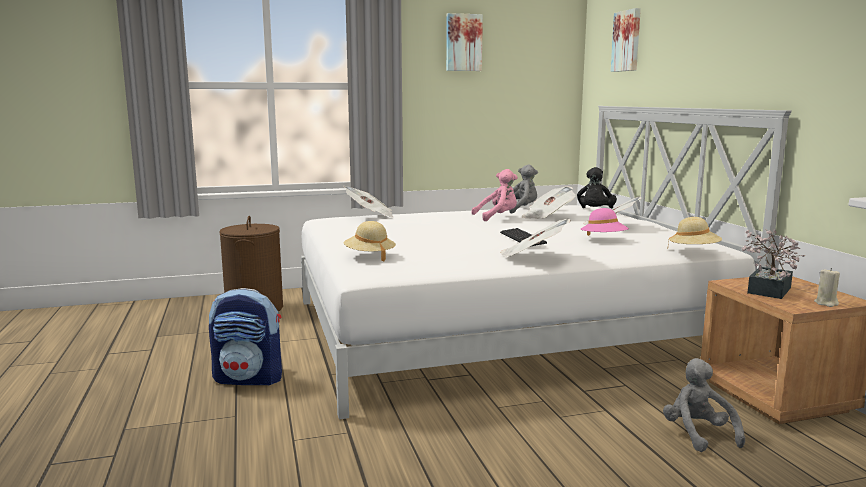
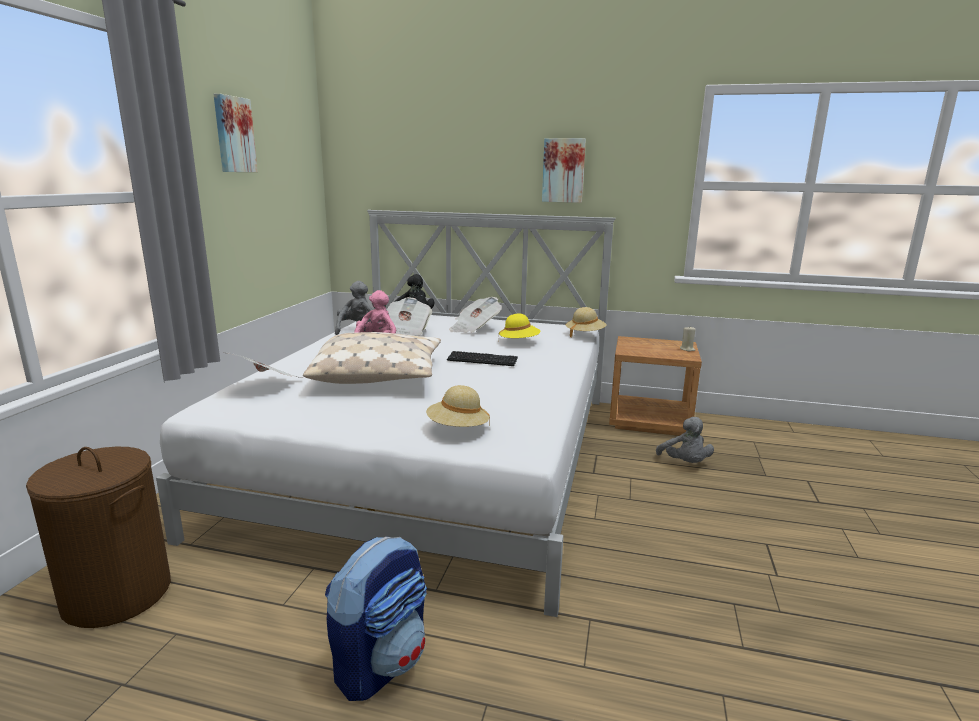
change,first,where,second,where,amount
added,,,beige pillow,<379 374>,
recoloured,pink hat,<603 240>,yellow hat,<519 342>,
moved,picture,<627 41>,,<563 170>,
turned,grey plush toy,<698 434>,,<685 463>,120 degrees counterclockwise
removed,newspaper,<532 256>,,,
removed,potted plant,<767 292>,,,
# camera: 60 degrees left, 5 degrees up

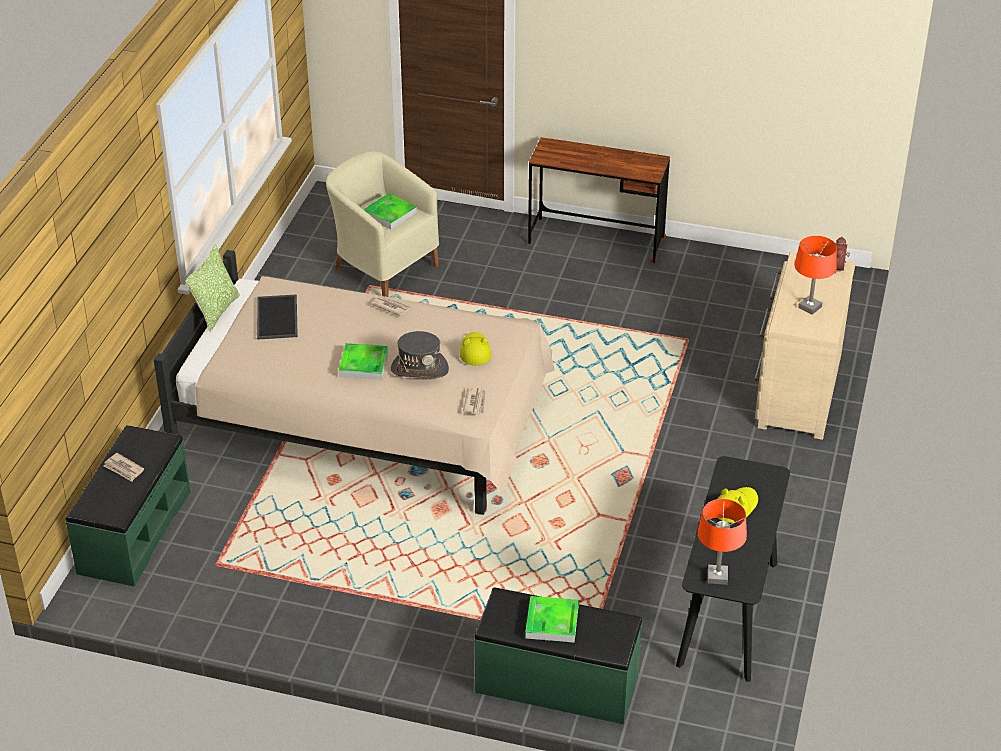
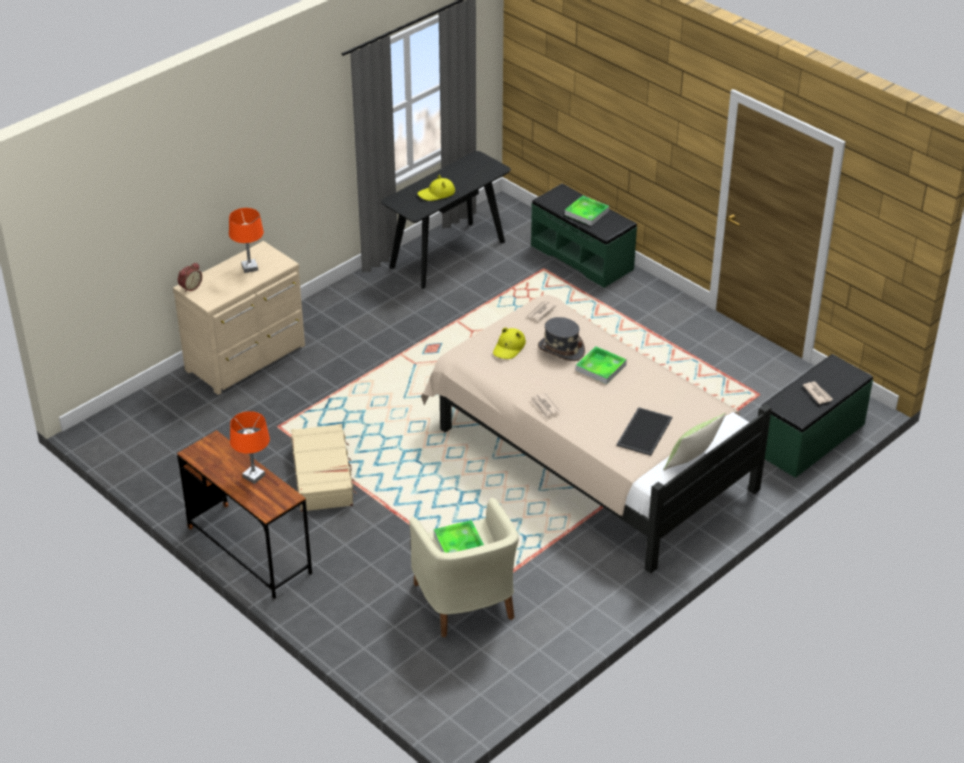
change,first,where,second,where,amount
moved,orange table lamp,<717 577>,,<254 476>,
added,,,beige suitcase,<323 476>,
# camera: 150 degrees left, 0 degrees up

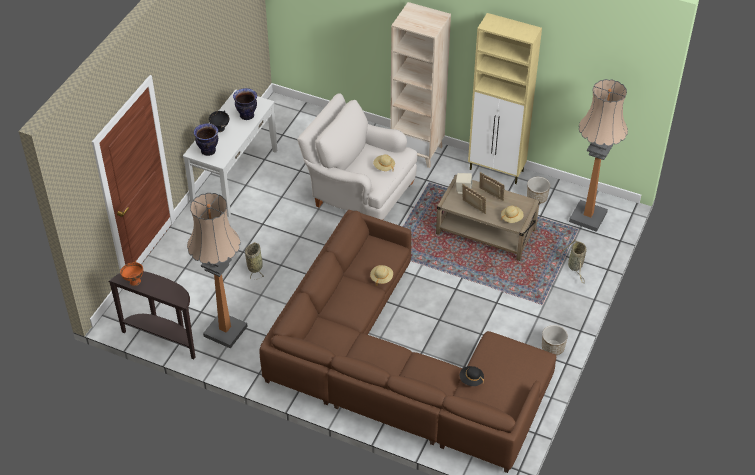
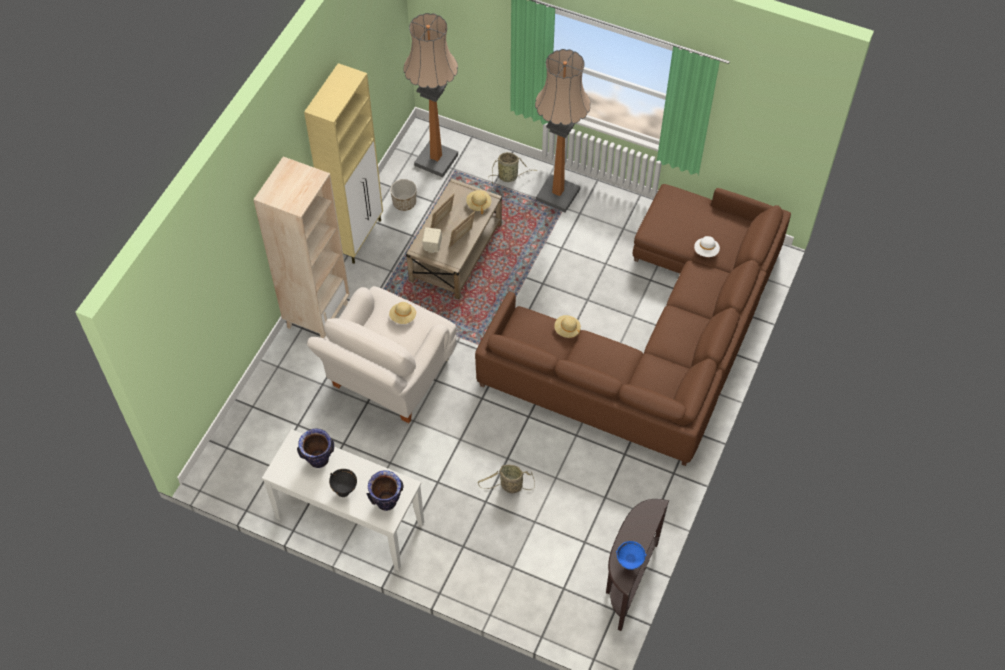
change,first,where,second,where,amount
moved,floor lamp,<225 331>,,<558 195>,
recoloured,orange bowl,<134 282>,blue bowl,<630 563>,
recoloured,black hat,<471 380>,white hat,<706 251>,
removed,planter,<552 348>,,,
# camera: 90 degrees left, 10 degrees up

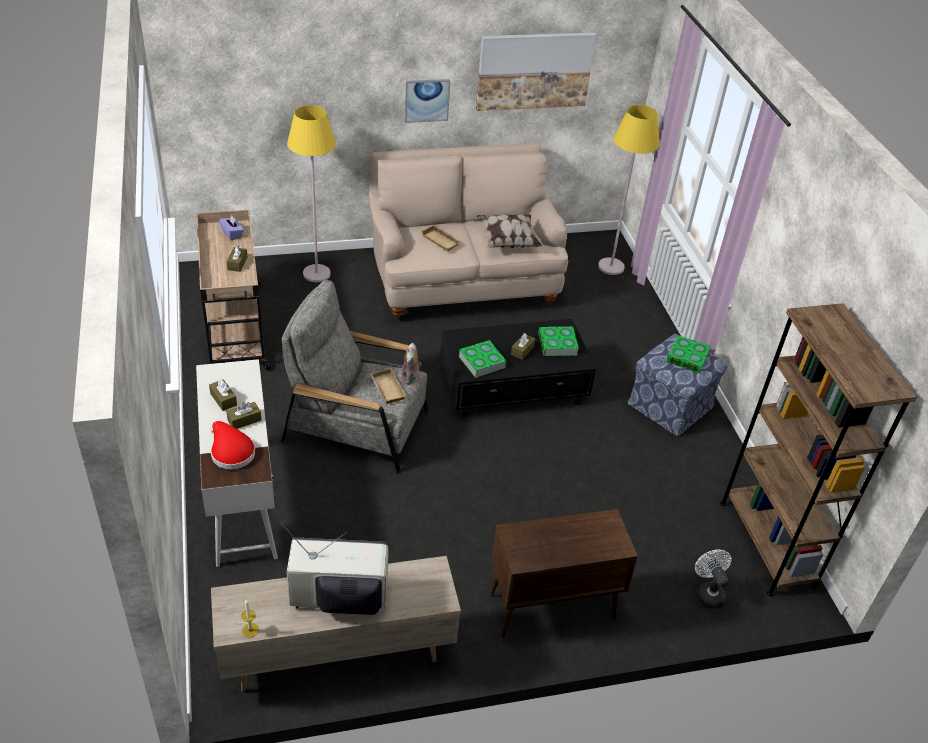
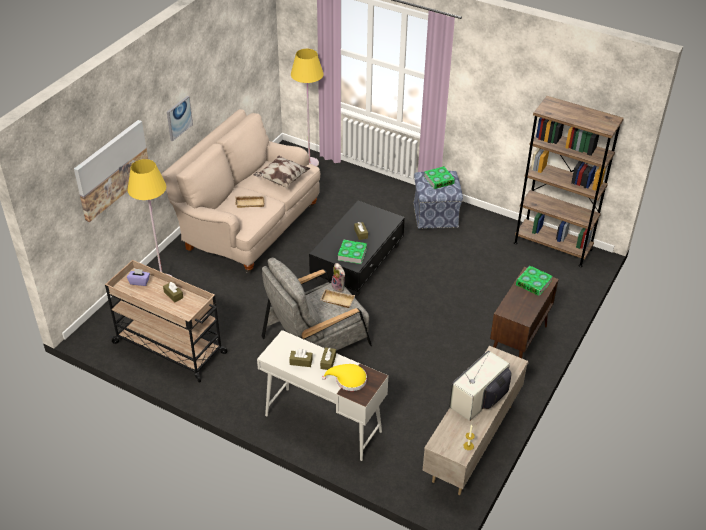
change,first,where,second,where,amount
moved,picture,<534 70>,,<112 169>,
recoloured,red hat,<231 452>,yellow hat,<348 380>,
moved,book,<557 344>,,<533 283>,
removed,white fan,<708 592>,,,
# camera: 45 degrees left, 0 degrees up

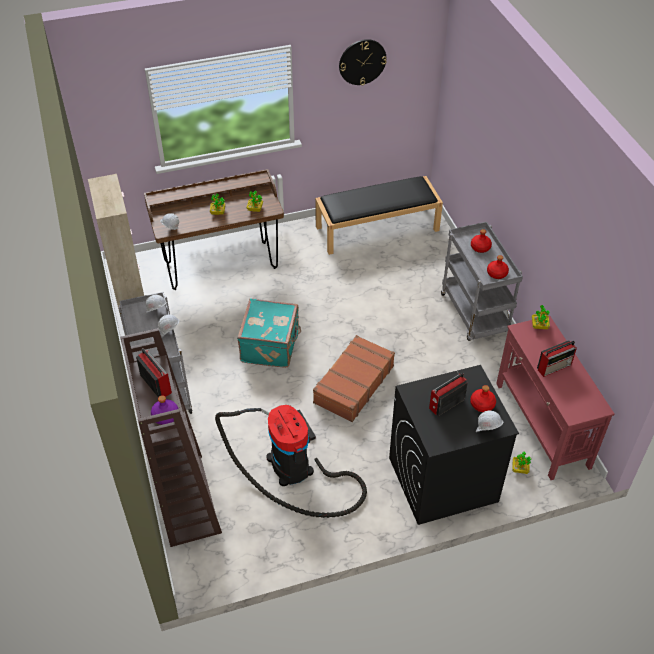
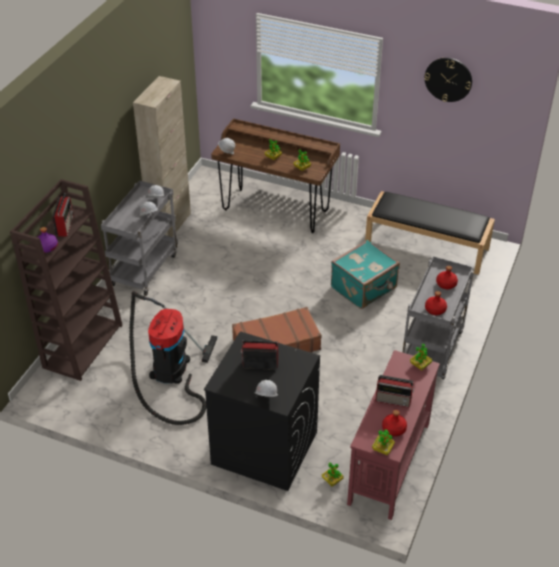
change,first,where,second,where,amount
moved,turquoise suitcase,<271 346>,,<364 288>,
added,,,potted plant,<383 449>,
moved,red bottle,<482 404>,,<394 429>,
# camera: 40 degrees right, 5 degrees down

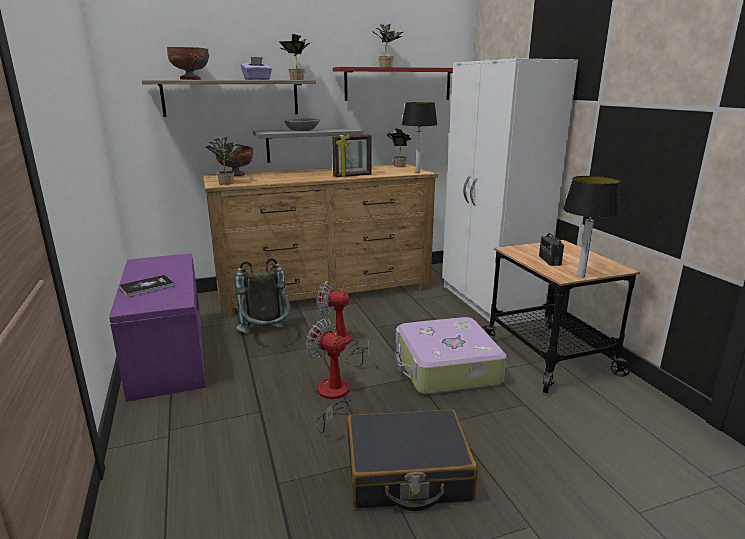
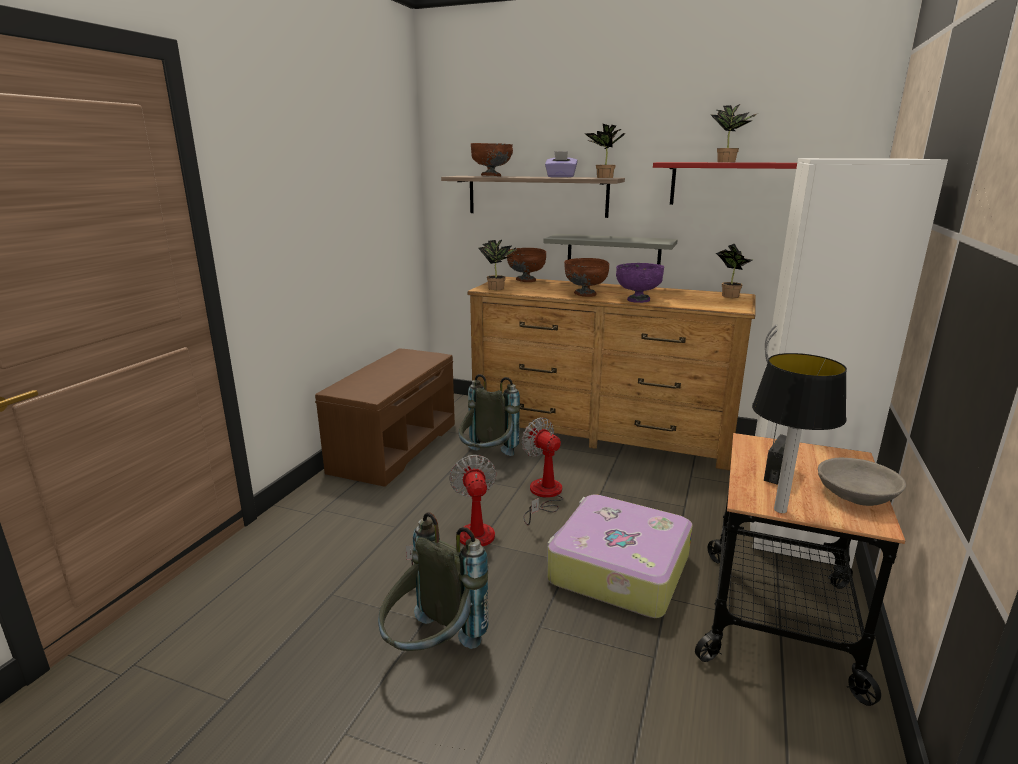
change,first,where,second,where,amount
recoloured,purple bench,<167 354>,brown bench,<394 446>,
replaced,black suitcase,<407 473>,grey backpack,<432 650>,
added,,,brown bowl,<585 294>,
replaced,picture frame,<352 176>,purple bowl,<638 300>,
moved,grey bowl,<302 130>,,<856 495>,
removed,book,<147 287>,,,
removed,table lamp,<417 172>,,,
# camera: 40 degrees right, 0 degrees up

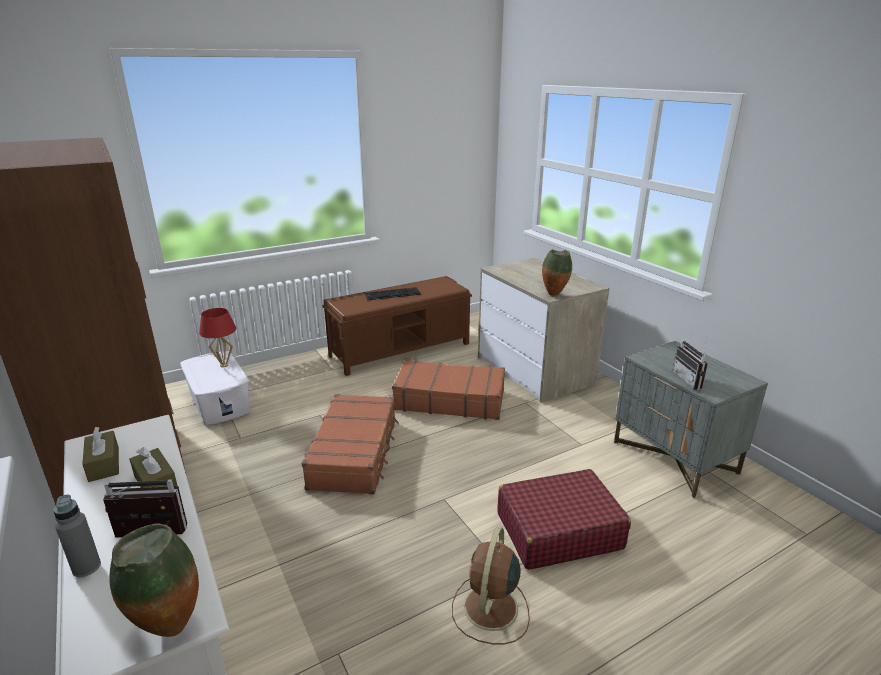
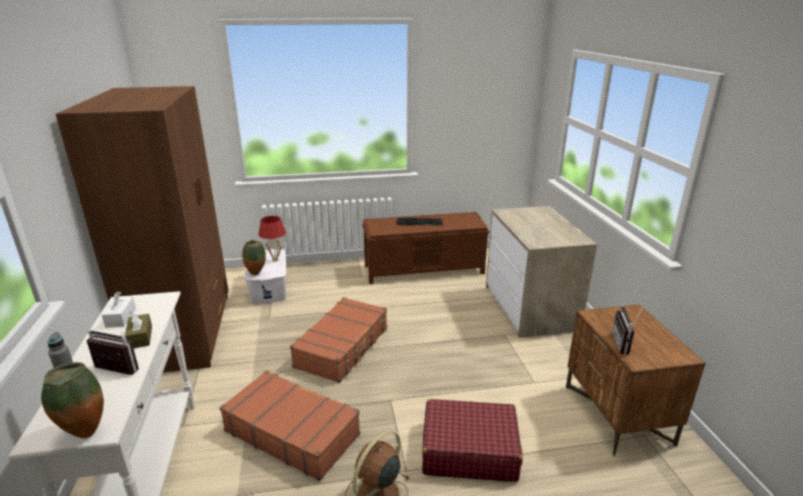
change,first,where,second,where,amount
recoloured,brown tissue box,<104 464>,white tissue box,<121 317>,
moved,brown suitcase,<449 400>,,<292 432>,
moved,vase,<554 294>,,<256 274>,
recoloured,grey nightstand,<675 458>,brown nightstand,<618 415>,
# camera: 20 degrees right, 0 degrees up

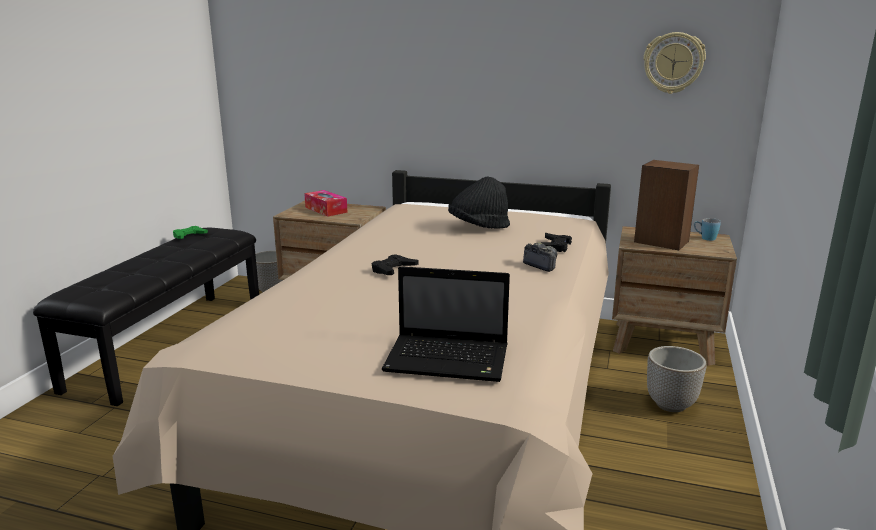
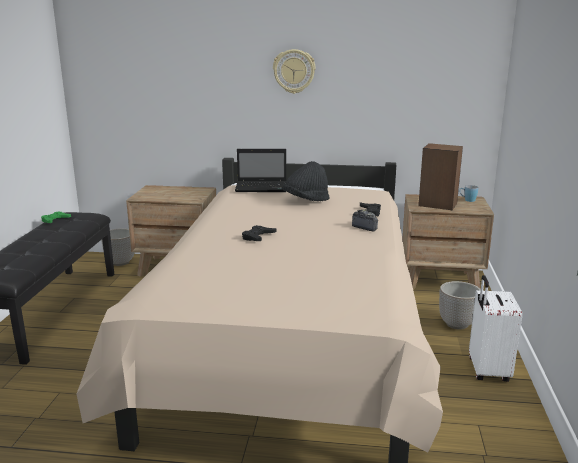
change,first,where,second,where,amount
moved,laptop,<450 360>,,<262 188>,
moved,wall clock,<673 63>,,<294 71>,
added,,,white suitcase,<487 370>,
removed,tissue box,<326 210>,,,
# camera: 10 degrees left, 0 degrees up

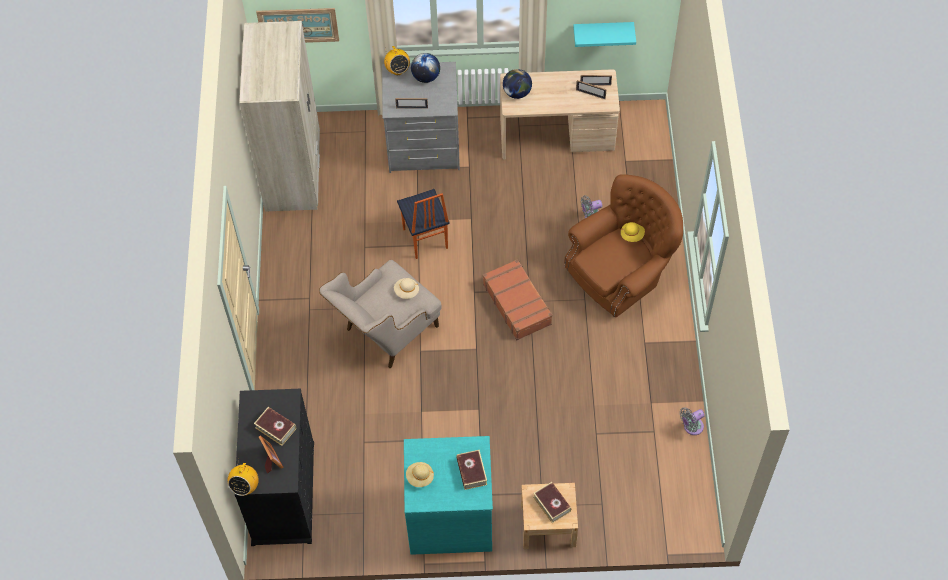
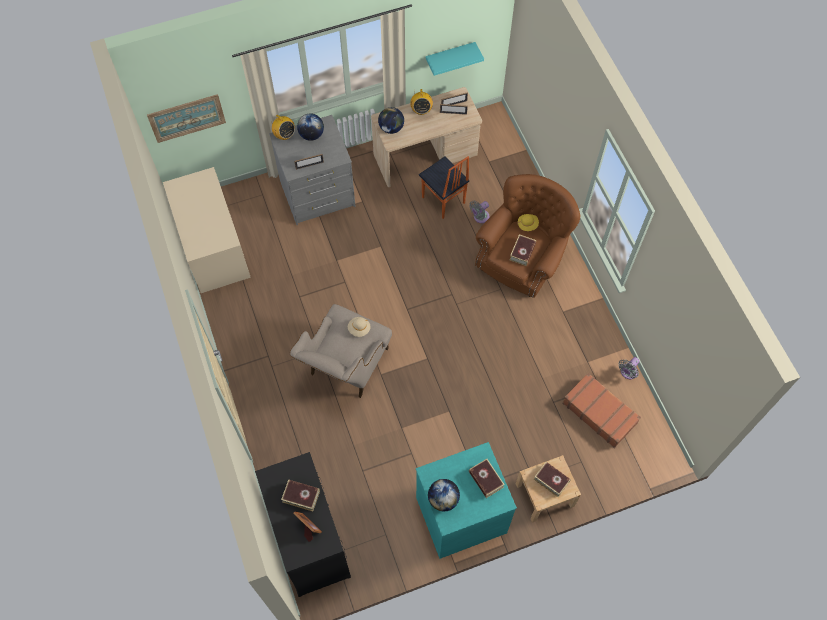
change,first,where,second,where,amount
replaced,beige wardrobe,<293 171>,beige desk,<213 246>,
moved,radio,<245 486>,,<421 110>,
moved,chair,<424 239>,,<443 201>,
replaced,beige hat,<420 477>,globe,<443 499>,
added,,,book,<522 252>,
moved,brown suitcase,<517 304>,,<599 412>,
# camera: 20 degrees left, 5 degrees up

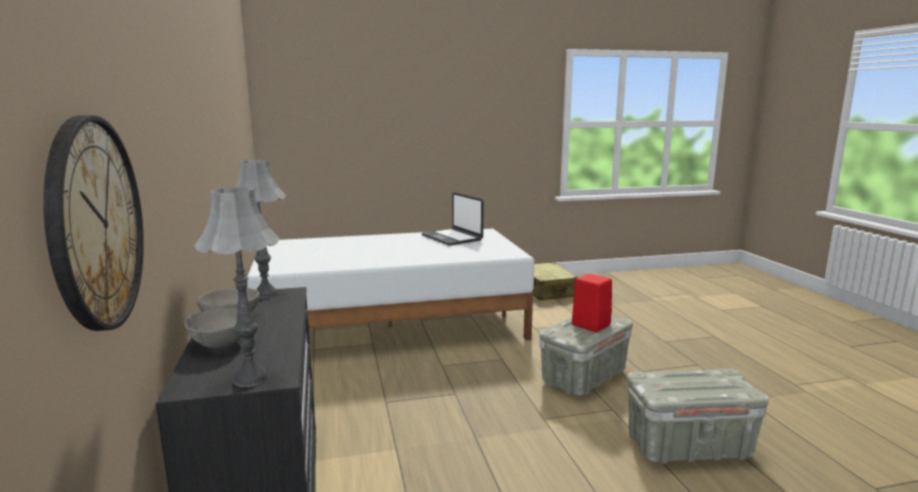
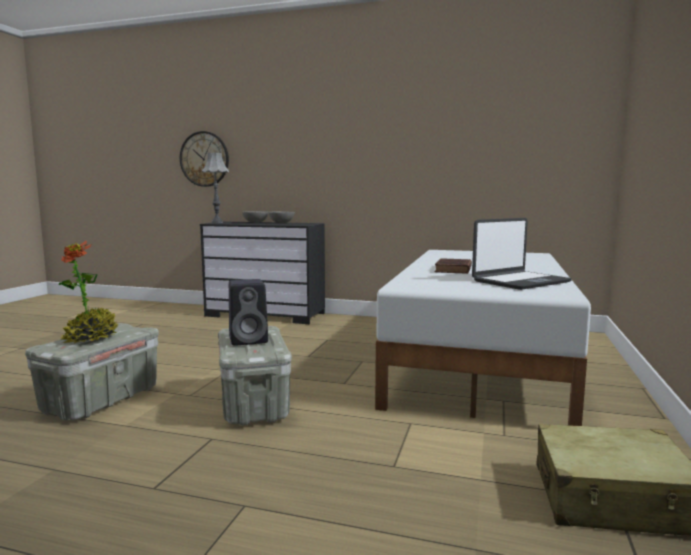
change,first,where,second,where,amount
added,,,potted plant,<91 338>,
recoloured,red speaker,<589 325>,black speaker,<250 340>,
added,,,brown book,<453 269>,
turned,laptop,<452 238>,,<520 281>,150 degrees clockwise
removed,grey table lamp,<266 294>,,,
# camera: 120 degrees right, 5 degrees down

